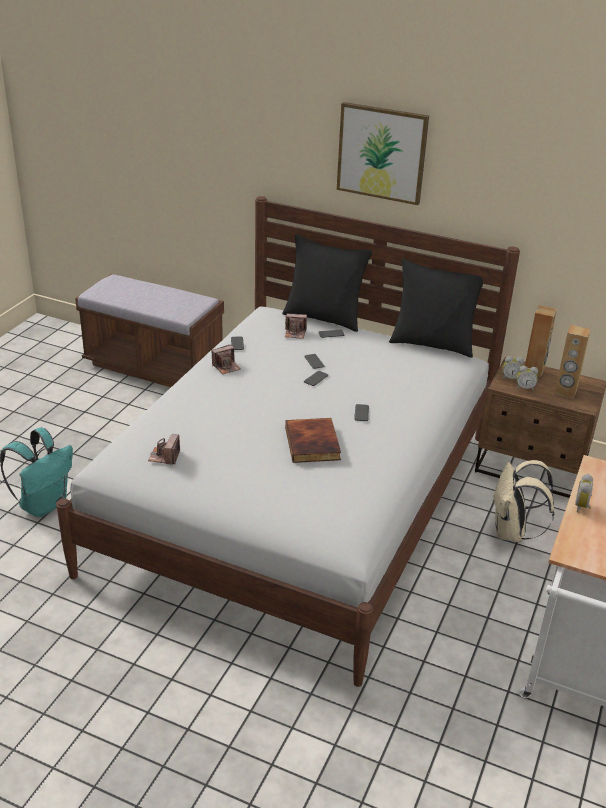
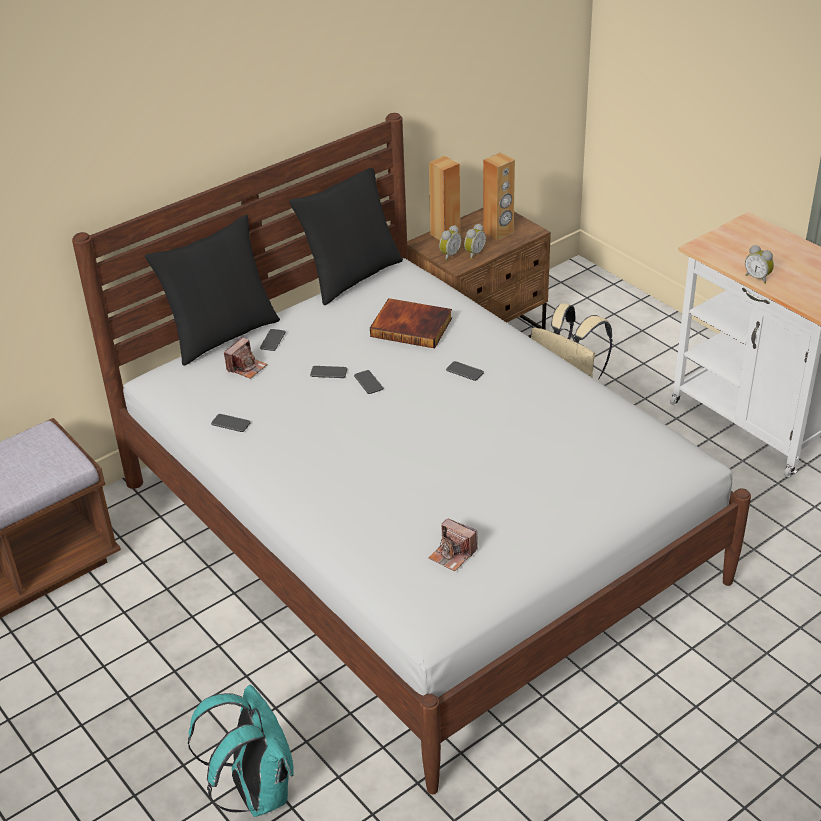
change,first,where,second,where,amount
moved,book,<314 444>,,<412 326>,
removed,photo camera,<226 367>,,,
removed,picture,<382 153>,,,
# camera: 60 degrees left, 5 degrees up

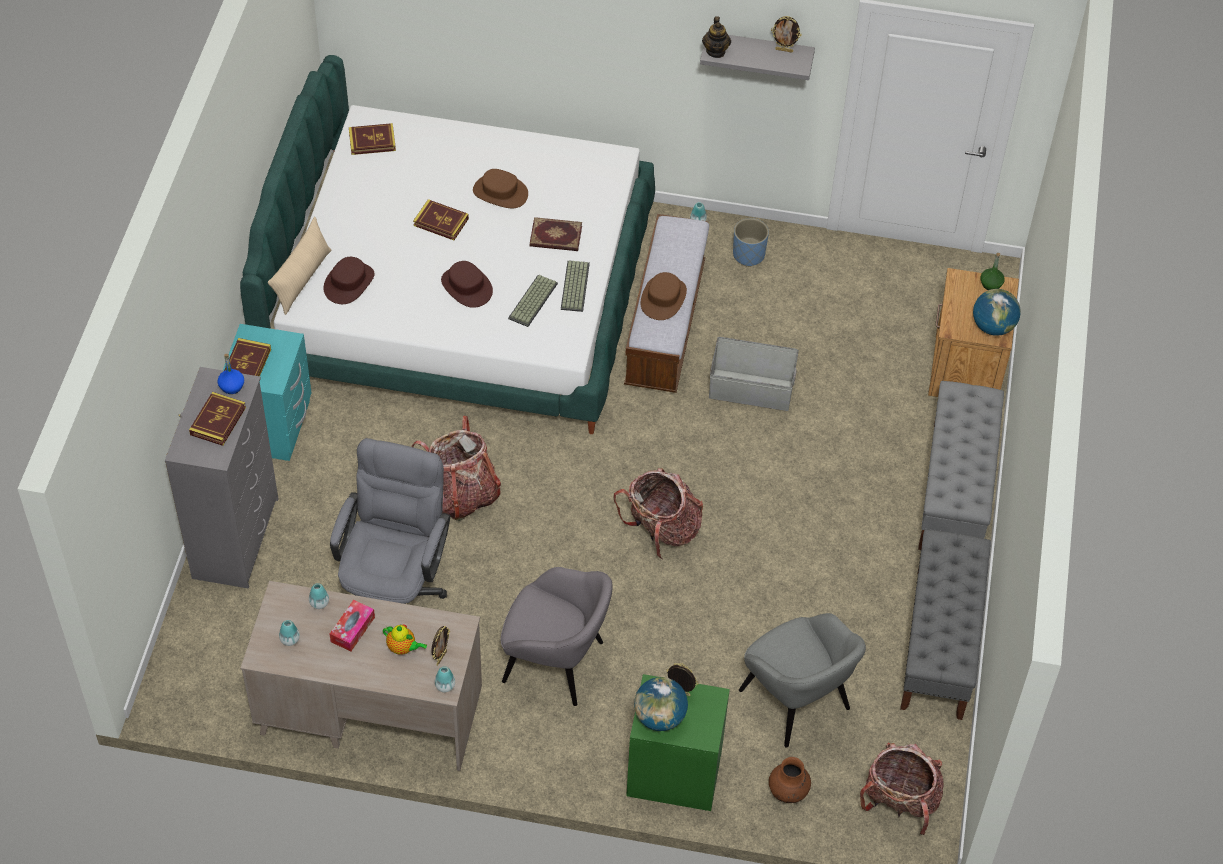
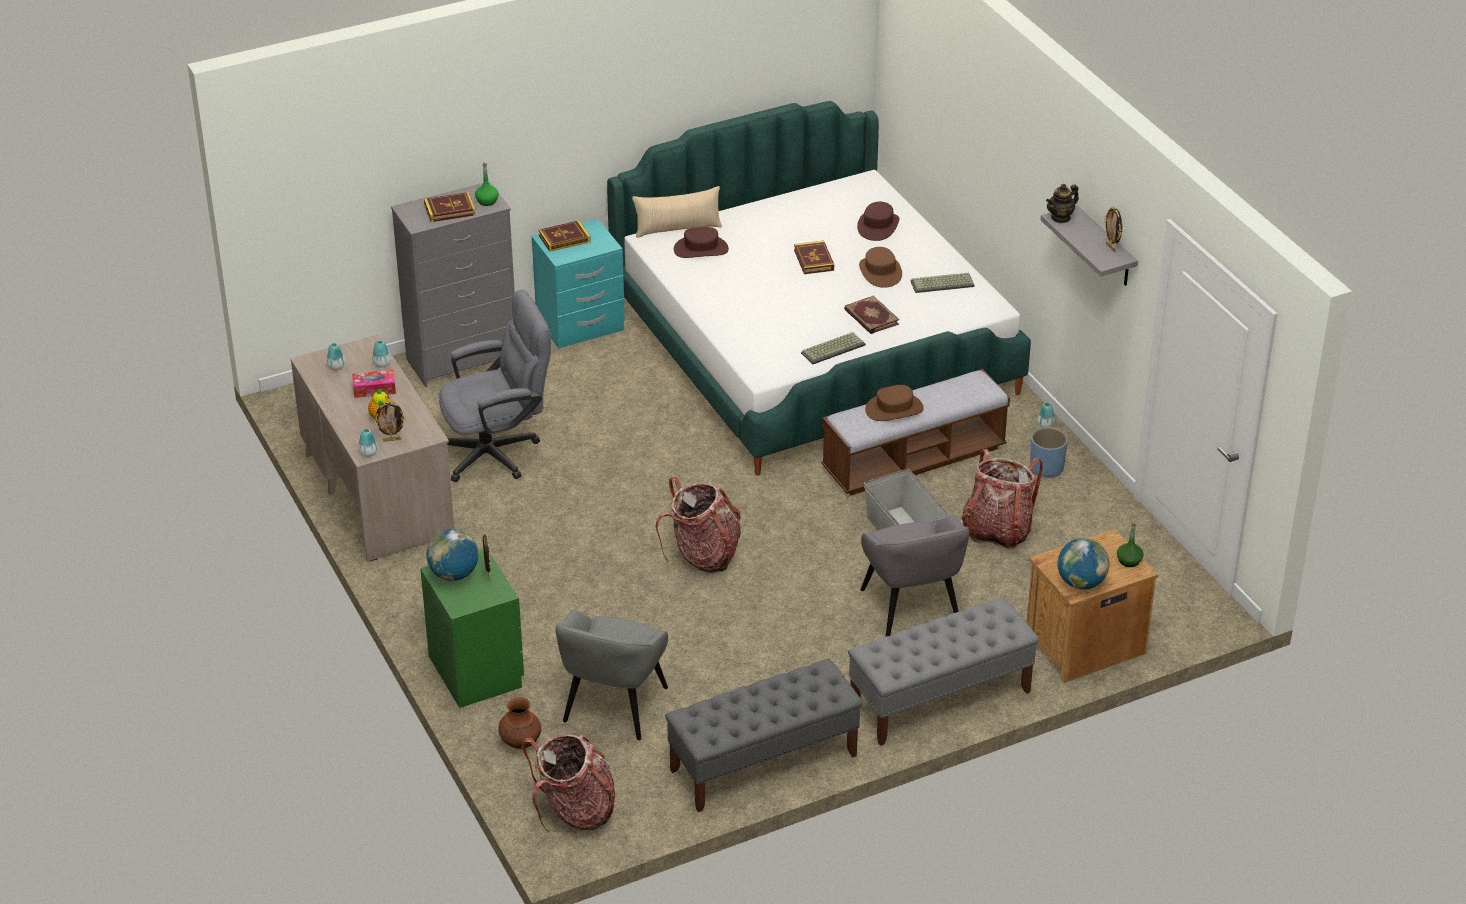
change,first,where,second,where,amount
recoloured,blue bottle,<232 386>,green bottle,<487 201>,
moved,brown hat,<466 287>,,<878 226>,
moved,grey armchair,<556 663>,,<911 608>,
moved,keyboard,<533 302>,,<942 284>,
moved,backpack,<461 495>,,<997 530>,
removed,book,<372 141>,,,
# camera: 55 degrees right, 15 degrees down

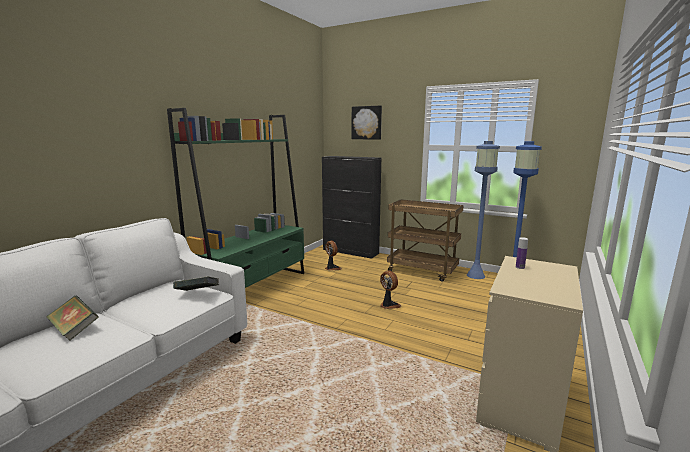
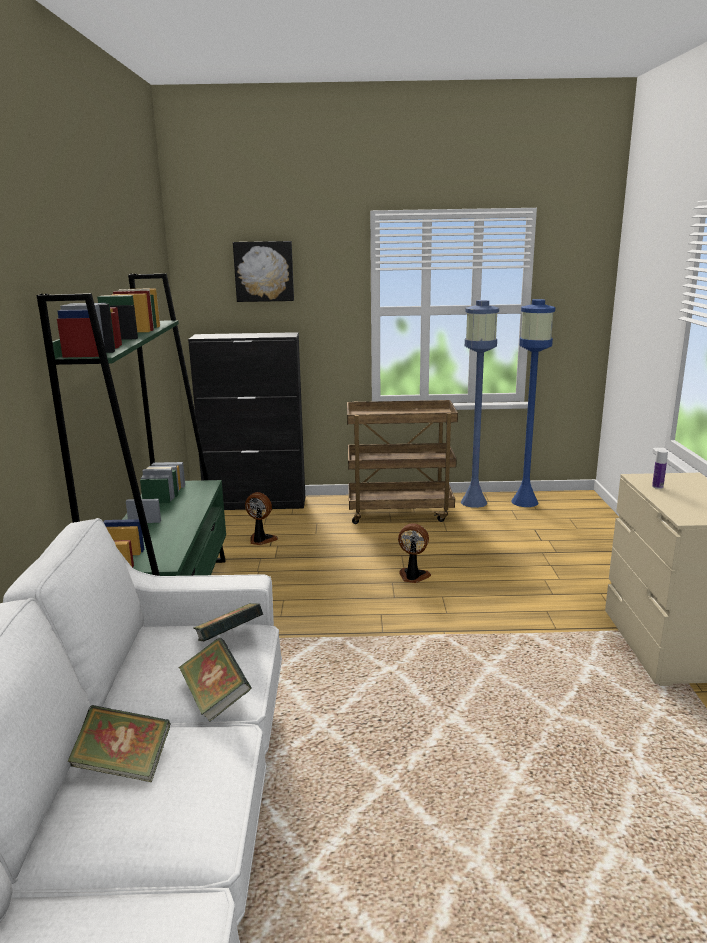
change,first,where,second,where,amount
added,,,book,<216 698>,
# camera: 30 degrees left, 5 degrees up

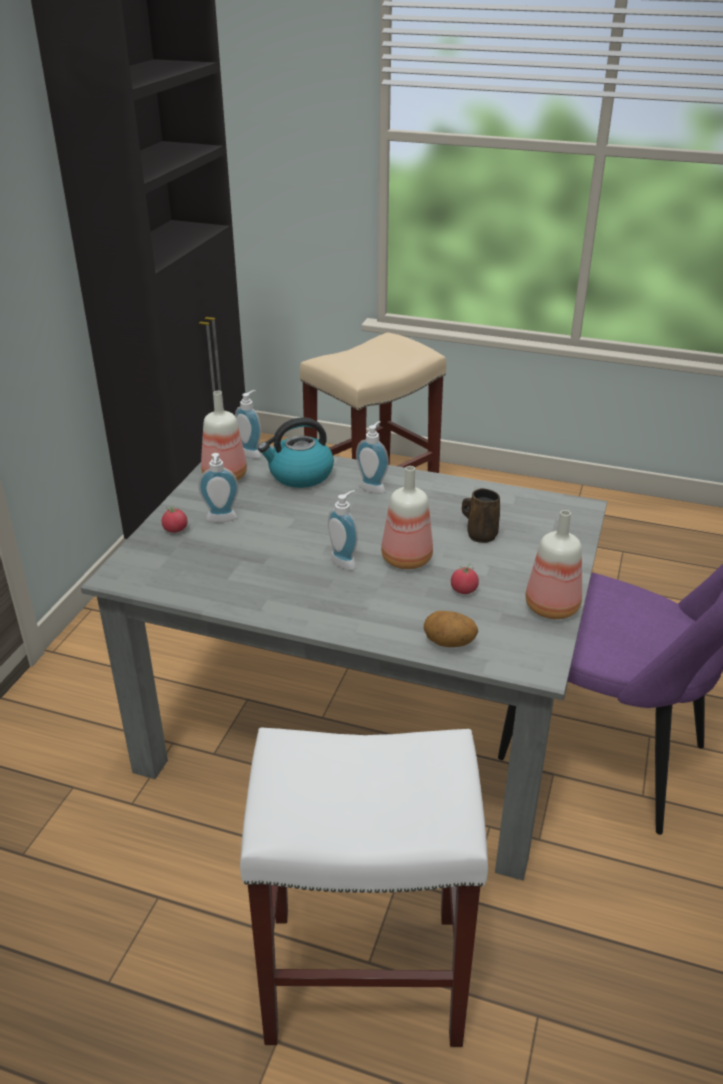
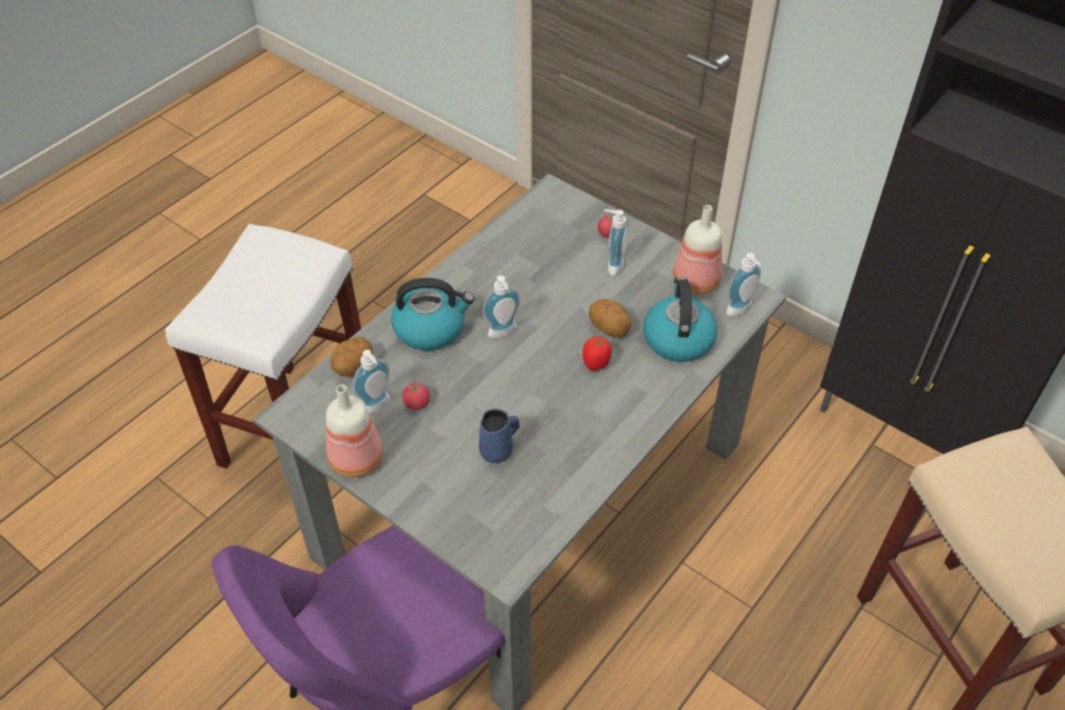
change,first,where,second,where,amount
moved,soap dispenser,<373 487>,,<378 407>,
added,,,kettle,<430 328>,
recoloured,brown mug,<480 534>,blue mug,<498 451>,
added,,,tomato,<596 364>,
added,,,potato,<609 328>,
removed,bottle,<405 559>,,,
# camera: 110 degrees right, 15 degrees up

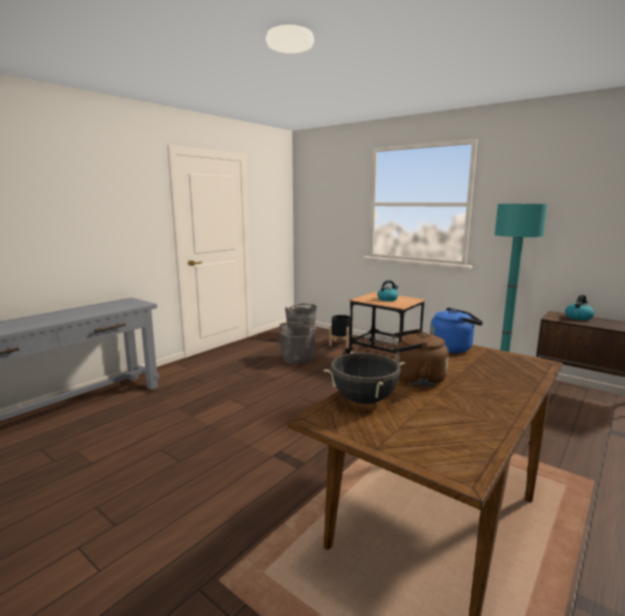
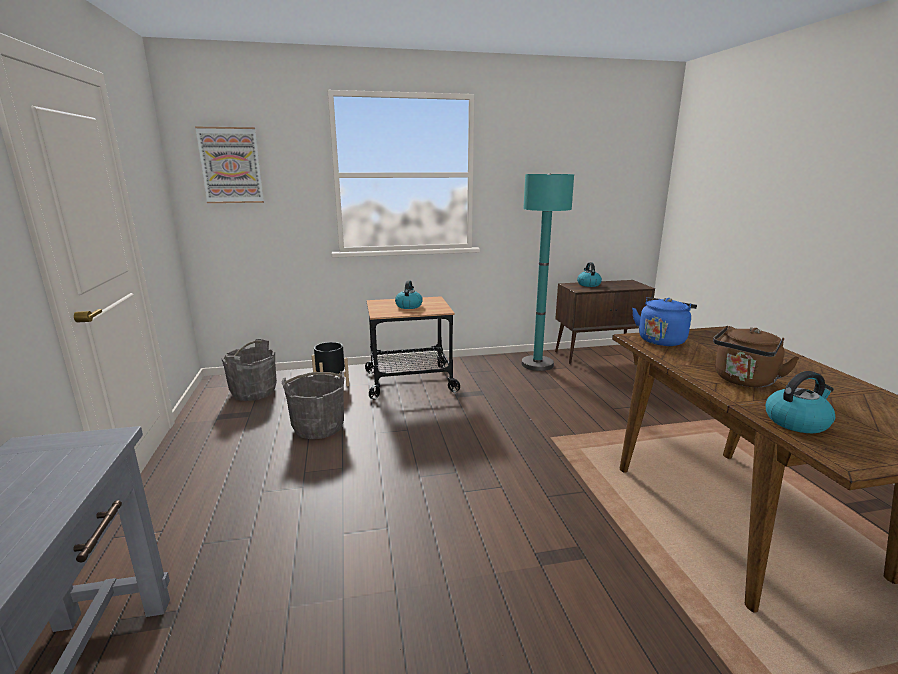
change,first,where,second,where,amount
added,,,picture,<231 165>,
replaced,black cooking pot,<364 400>,kettle,<796 421>,
# camera: 50 degrees left, 5 degrees up

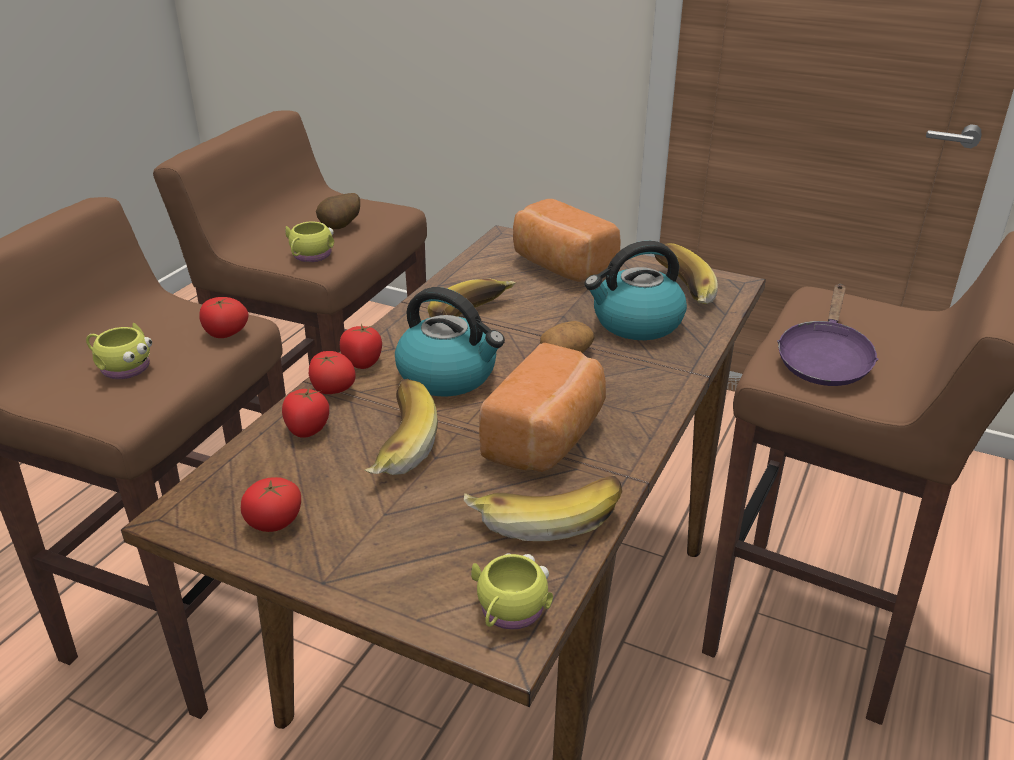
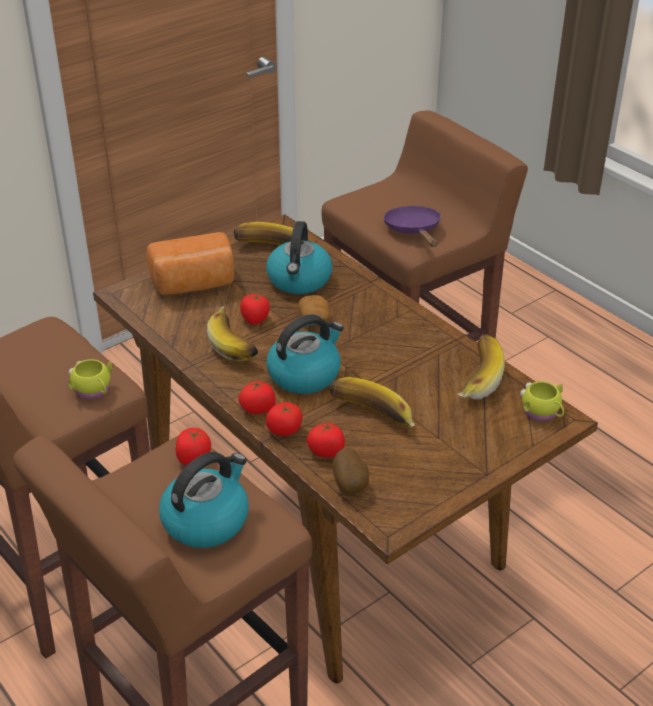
change,first,where,second,where,amount
replaced,yellow mug,<121 367>,kettle,<206 520>,
moved,tomato,<274 522>,,<255 319>,
moved,potato,<341 228>,,<351 485>,
turned,purple frying pan,<824 360>,,<414 230>,150 degrees counterclockwise
removed,bread,<548 438>,,,
# camera: 65 degrees left, 5 degrees up

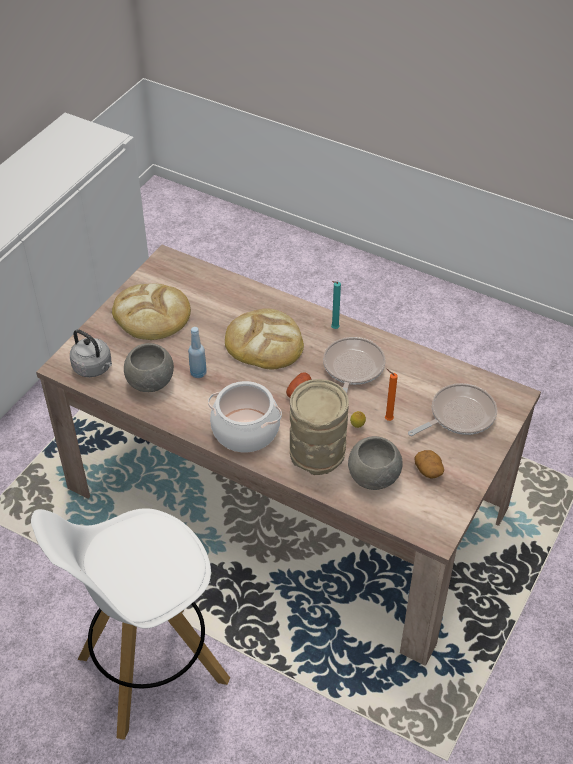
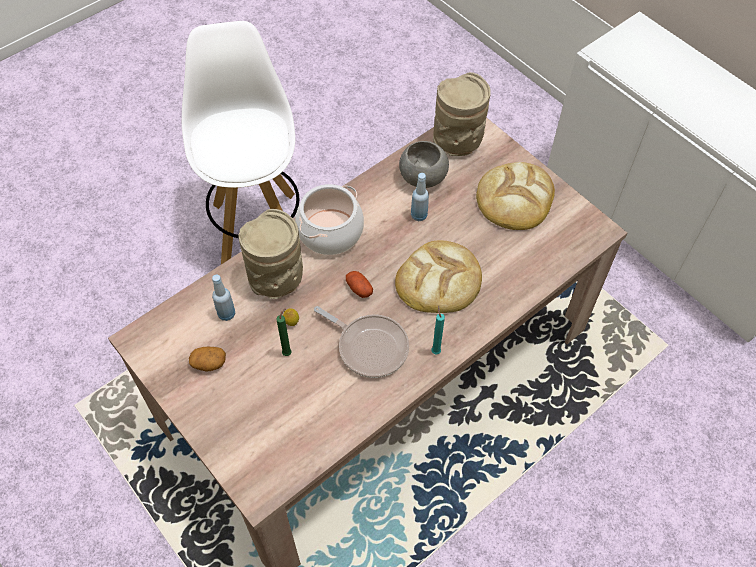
change,first,where,second,where,amount
replaced,grey bowl,<374 476>,blue bottle,<226 314>,
recoloured,orange candle,<387 419>,green candle,<288 352>,
replaced,grey kettle,<94 368>,beige vase,<457 142>,
removed,frying pan,<458 415>,,,
# camera: 110 degrees right, 10 degrees up

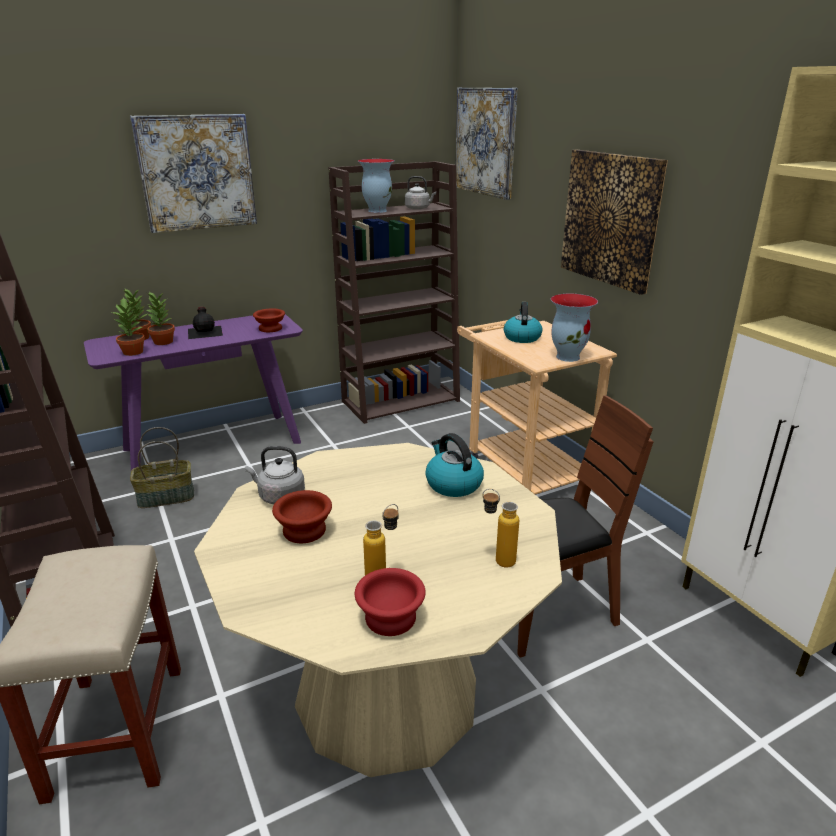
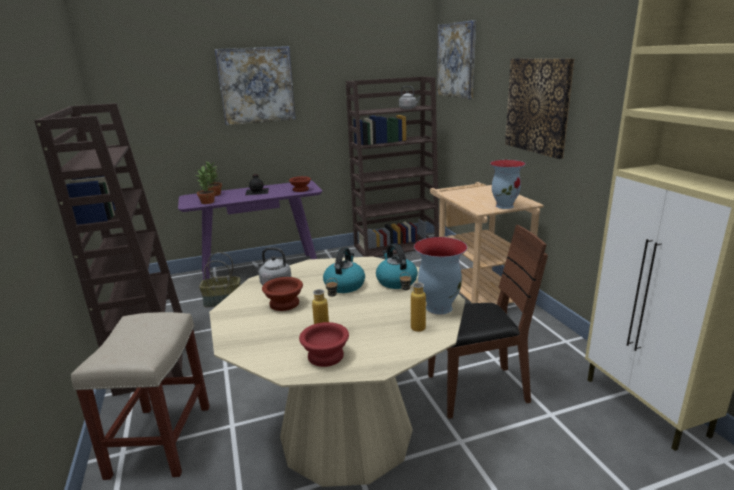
change,first,where,second,where,amount
moved,kettle,<522 337>,,<344 285>,
moved,vase,<377 211>,,<438 307>,
removed,potted plant,<163 342>,,,
# camera: 10 degrees right, 5 degrees down

